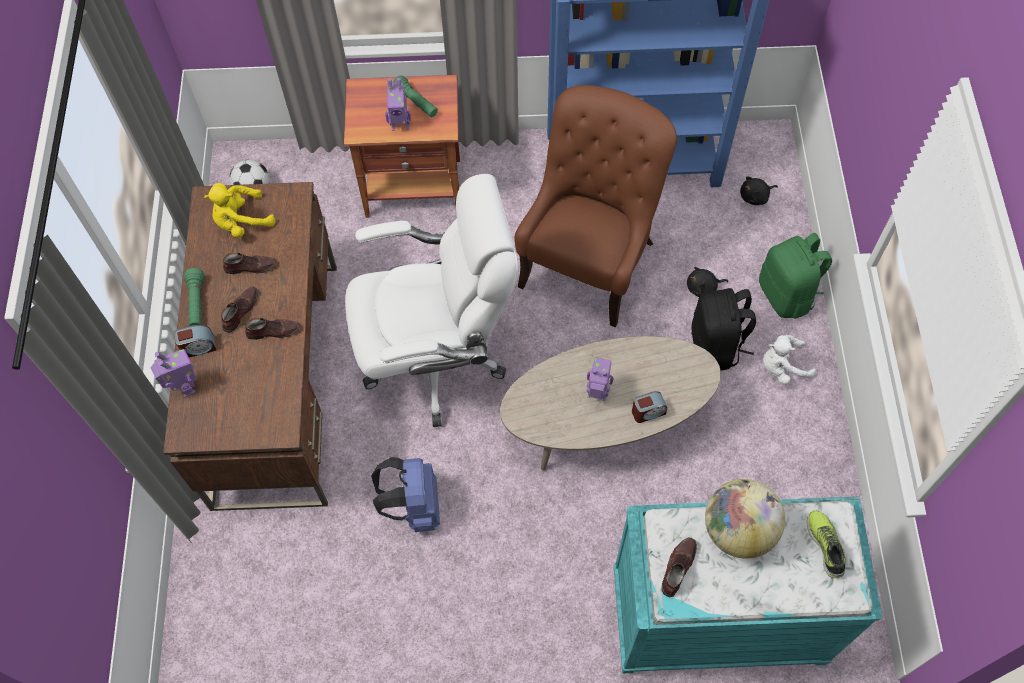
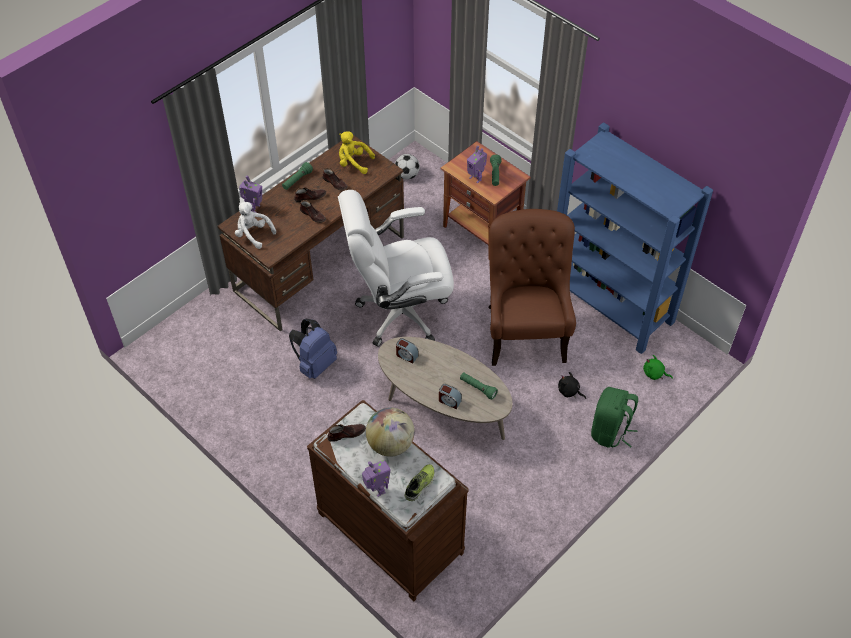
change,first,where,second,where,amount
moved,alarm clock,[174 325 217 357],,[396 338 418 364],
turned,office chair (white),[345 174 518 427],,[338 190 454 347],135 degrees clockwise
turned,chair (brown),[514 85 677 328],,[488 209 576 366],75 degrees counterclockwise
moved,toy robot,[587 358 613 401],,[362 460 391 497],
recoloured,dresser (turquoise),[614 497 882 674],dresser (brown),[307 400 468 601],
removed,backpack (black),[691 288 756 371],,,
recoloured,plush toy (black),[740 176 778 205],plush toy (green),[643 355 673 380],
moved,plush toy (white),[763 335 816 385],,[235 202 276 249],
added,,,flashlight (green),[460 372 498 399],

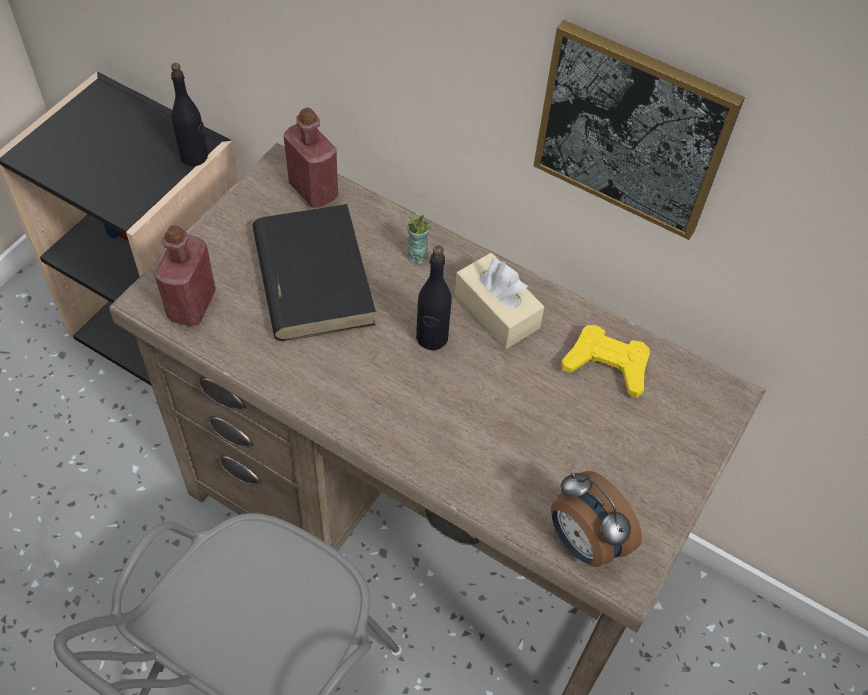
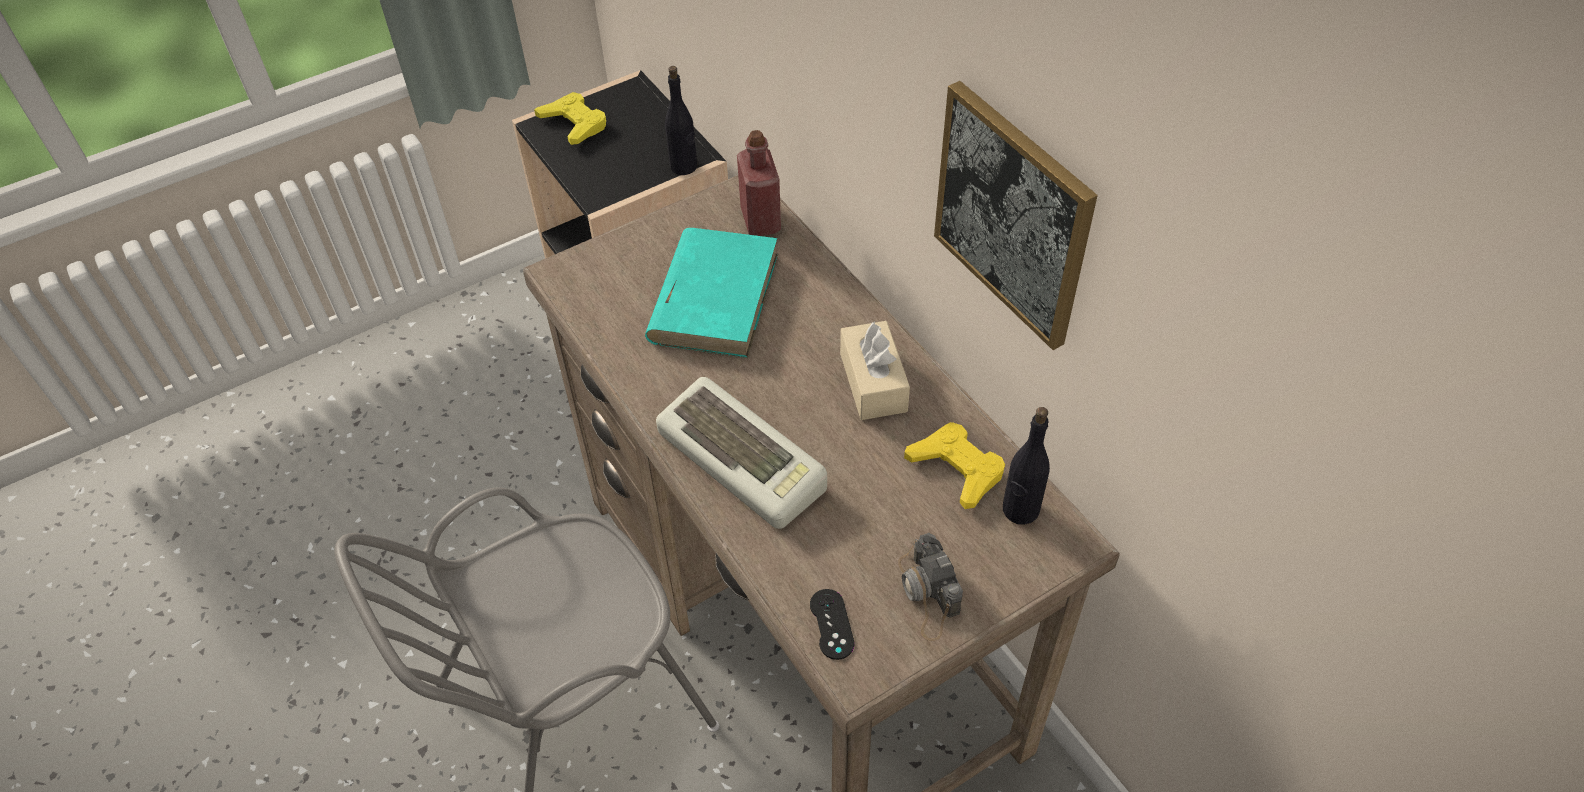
change,first,where,second,where,amount
removed,bottle (red),[154 225 216 326],,,
recoloured,book (black),[253 204 376 341],book (turquoise),[645 228 778 358],
removed,cup,[407 215 431 265],,,
moved,bottle (black),[416 246 452 350],,[1003 407 1050 525],
replaced,alarm clock,[551 471 642 567],game controller (black),[810 589 855 660],
added,,,game controller (yellow),[534 92 606 145],
added,,,keyboard,[656 377 827 529],
added,,,photo camera,[898 533 963 641],

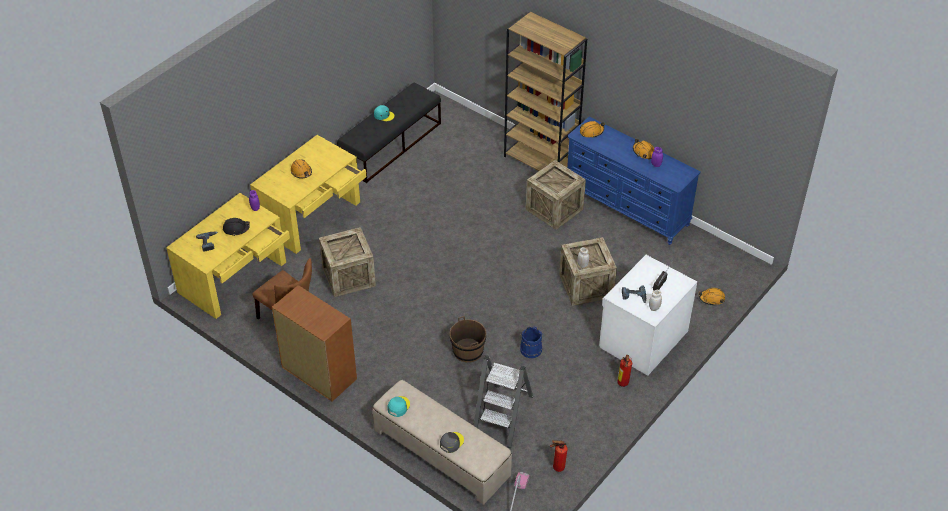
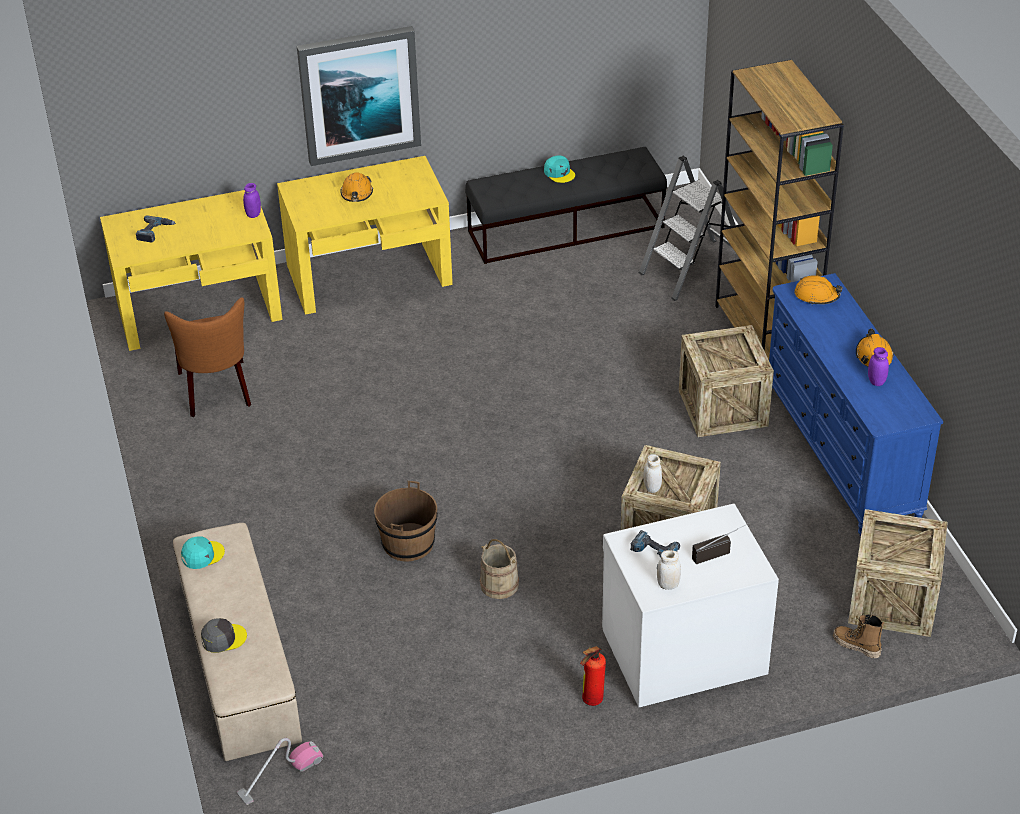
change,first,where,second,where,amount
removed,hard hat (black),[223 218 250 236],,,
removed,cabinet (brown),[272 285 357 401],,,
moved,crate,[319 227 376 297],,[848 509 948 637],
moved,step ladder (grey),[474 355 533 449],,[639 156 735 301],
recoloured,bucket (blue),[520 326 544 358],bucket (beige),[480 539 519 599],
removed,fire extinguisher,[550 440 568 472],,,
replaced,hard hat (orange),[699 288 725 305],boot,[833 615 884 658],
added,,,picture,[297 26 421 166],

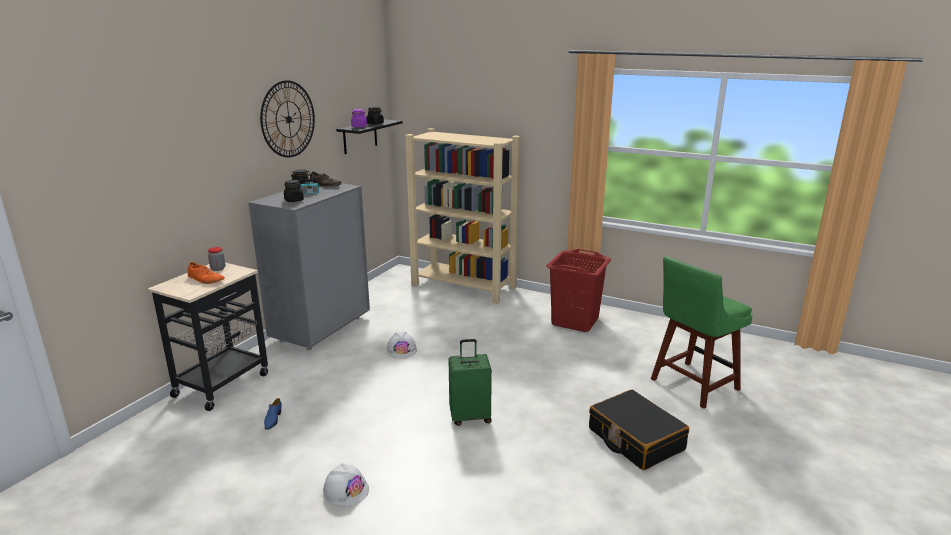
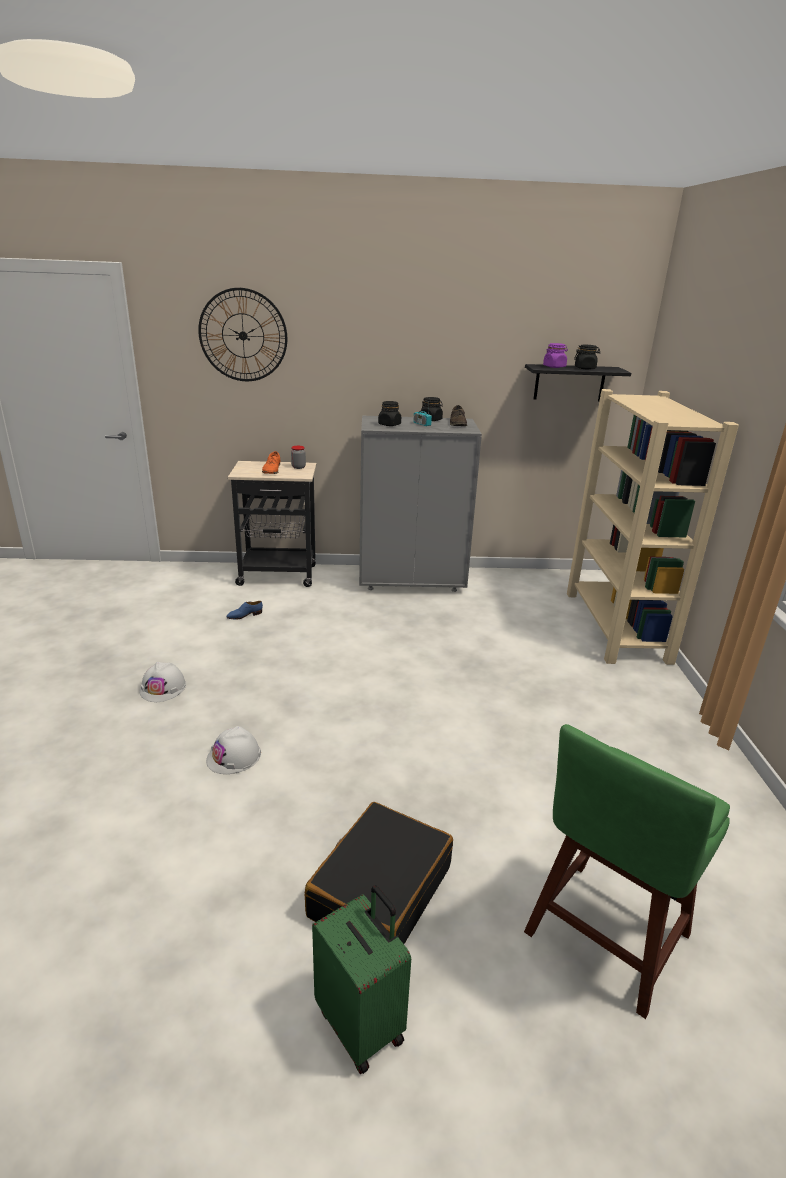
change,first,where,second,where,amount
moved,wall clock,[260 80 315 157],,[198 288 287 381],
moved,hard hat (white),[386 332 417 359],,[206 726 261 774],
moved,suitcase (green),[448 339 492 426],,[312 885 411 1074],
removed,laundry basket (red),[546 249 611 332],,,
turned,chair (green),[651 256 752 409],,[524 724 730 1019],75 degrees counterclockwise

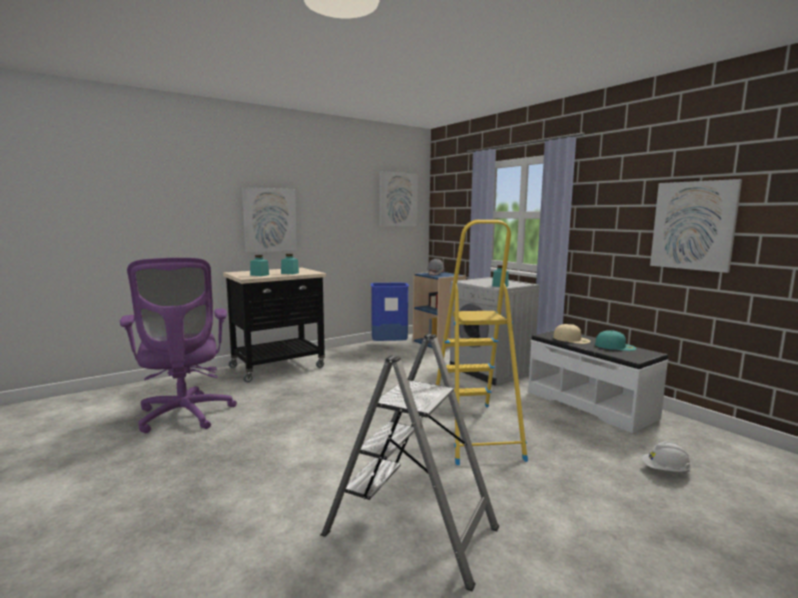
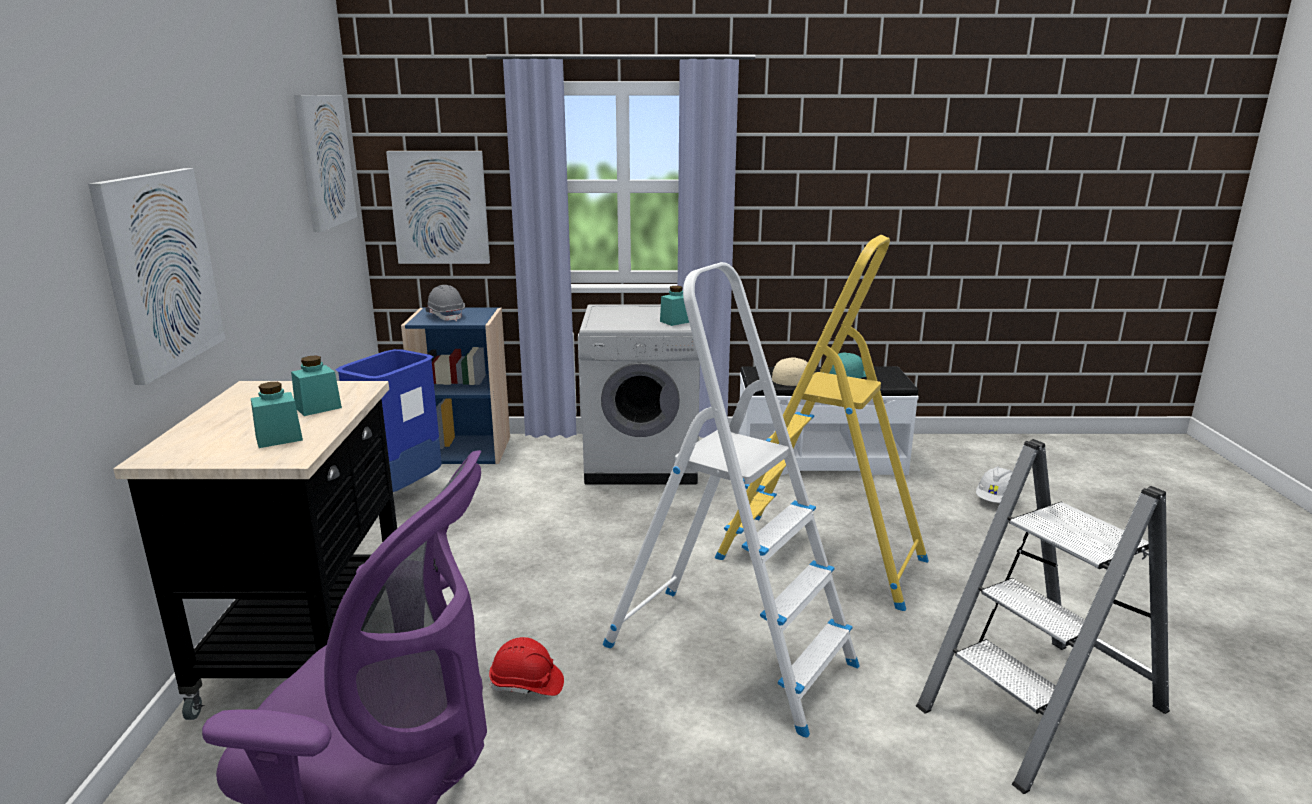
change,first,where,second,where,amount
moved,picture,[650 179 742 273],,[386 151 490 264],
added,,,hard hat (red),[489 637 564 696],
added,,,step ladder (white),[603 262 859 737],

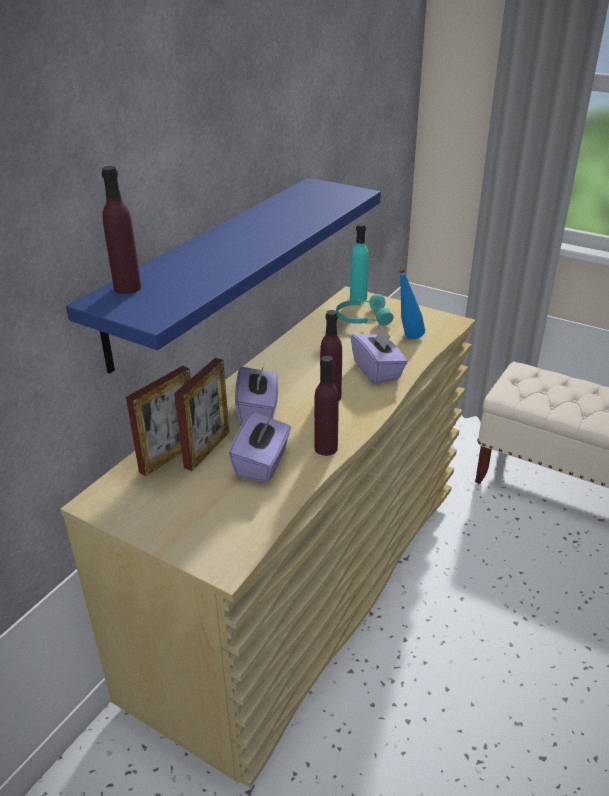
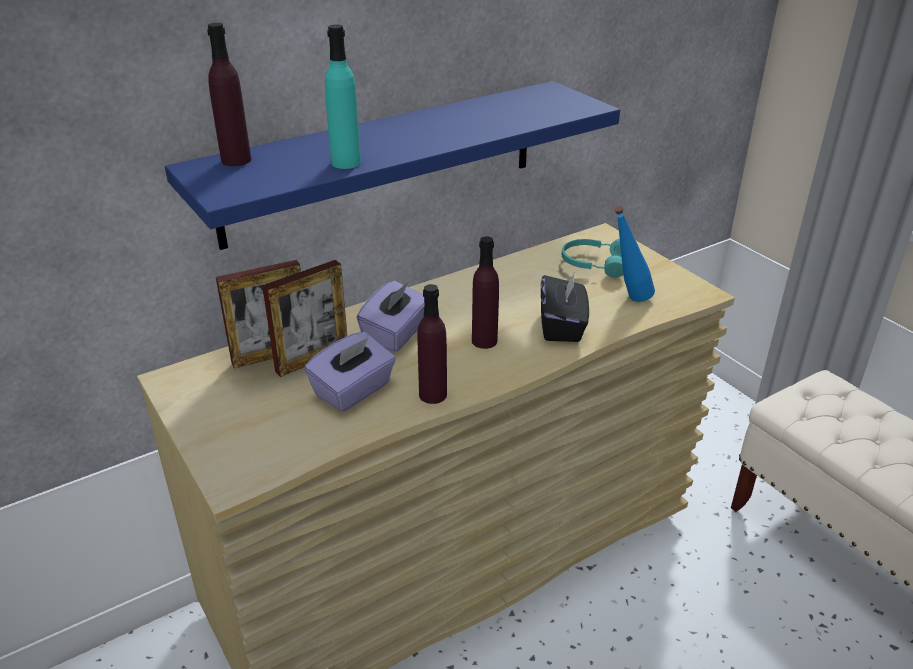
change,first,where,second,where,amount
moved,bottle (turquoise),[350 223 369 302],,[325 24 361 169],
recoloured,tissue box (purple),[351 325 407 384],tissue box (black),[541 271 589 342],

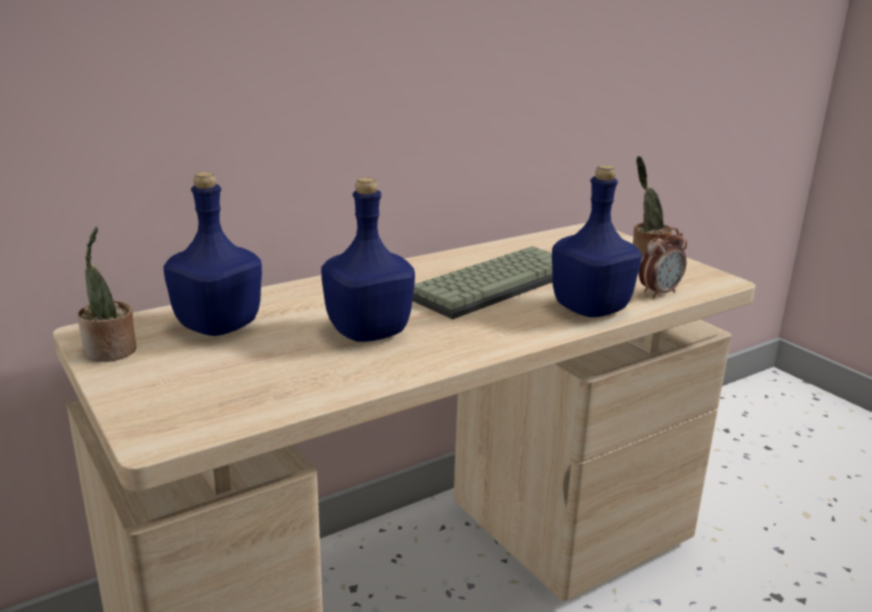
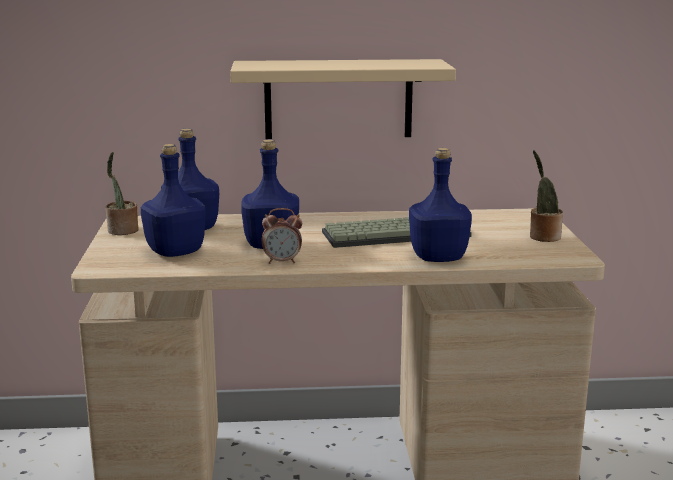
change,first,where,second,where,amount
moved,alarm clock,[639 227 687 298],,[261 208 302 264],
added,,,bottle (blue),[141 144 206 257],
added,,,shelf (beige),[230 59 456 139],

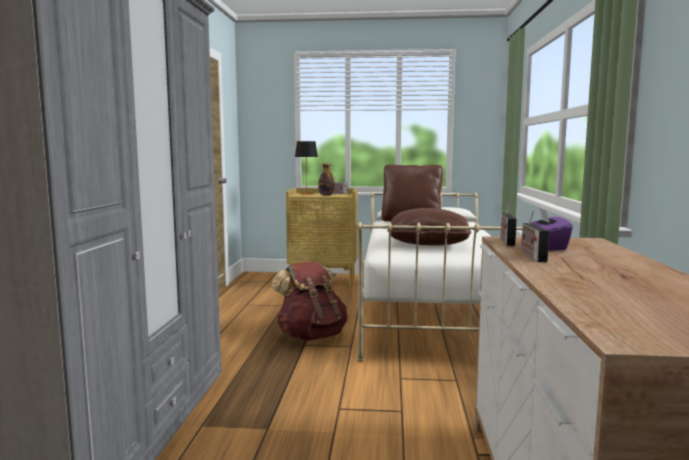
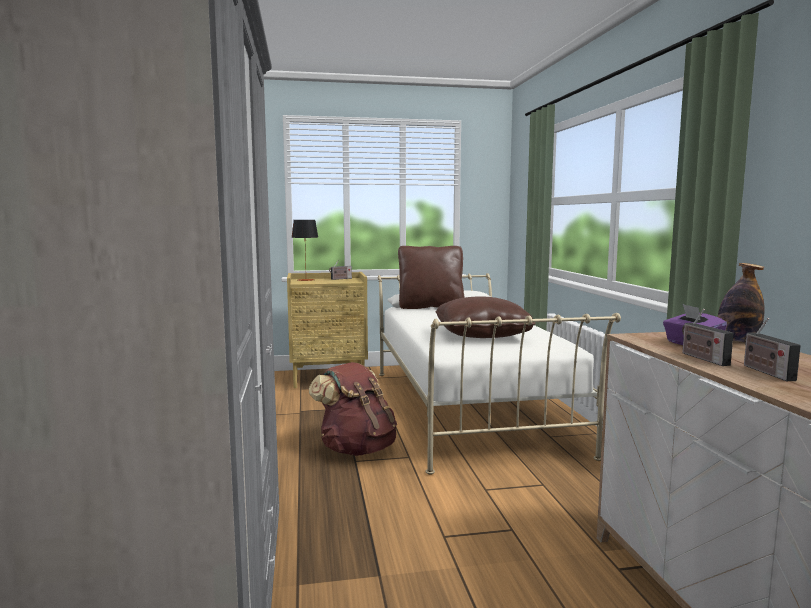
change,first,where,second,where,amount
moved,bottle,[318 163 335 196],,[718 263 765 342],
moved,radio,[501 201 517 246],,[744 318 801 381],

